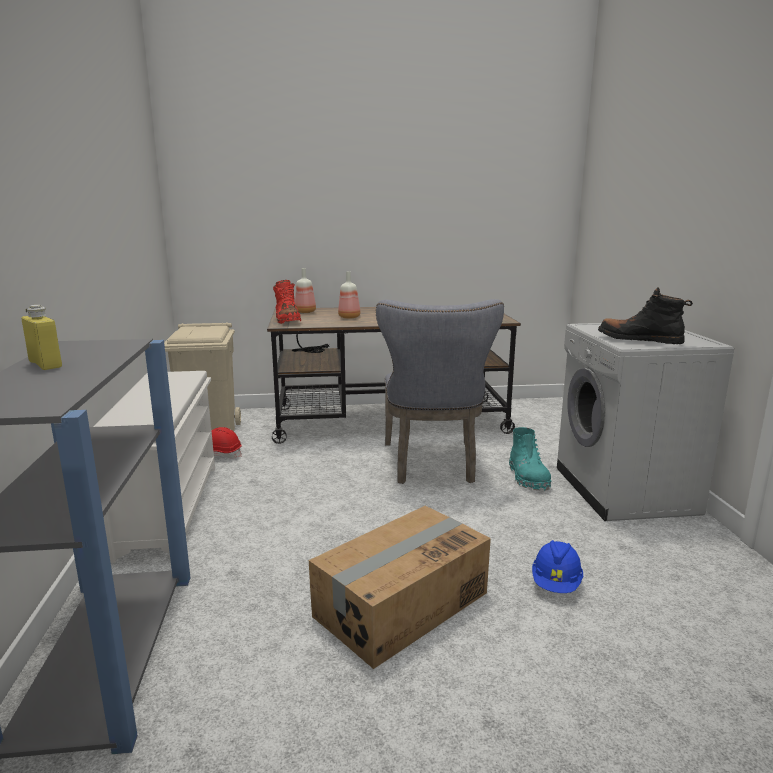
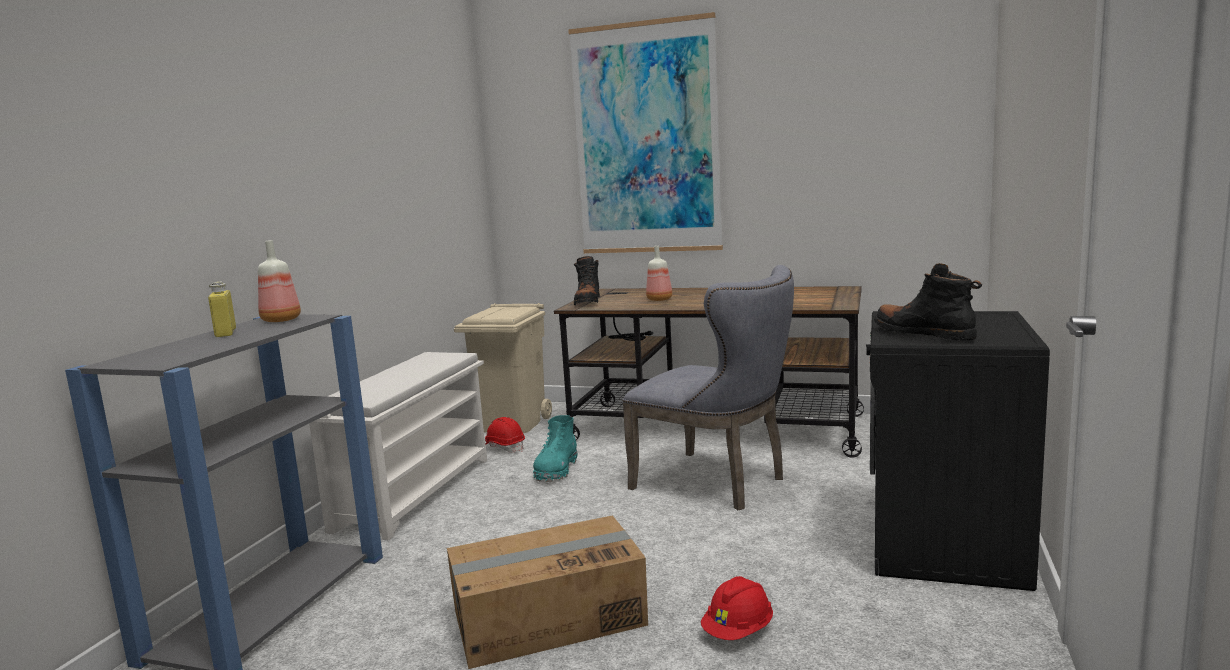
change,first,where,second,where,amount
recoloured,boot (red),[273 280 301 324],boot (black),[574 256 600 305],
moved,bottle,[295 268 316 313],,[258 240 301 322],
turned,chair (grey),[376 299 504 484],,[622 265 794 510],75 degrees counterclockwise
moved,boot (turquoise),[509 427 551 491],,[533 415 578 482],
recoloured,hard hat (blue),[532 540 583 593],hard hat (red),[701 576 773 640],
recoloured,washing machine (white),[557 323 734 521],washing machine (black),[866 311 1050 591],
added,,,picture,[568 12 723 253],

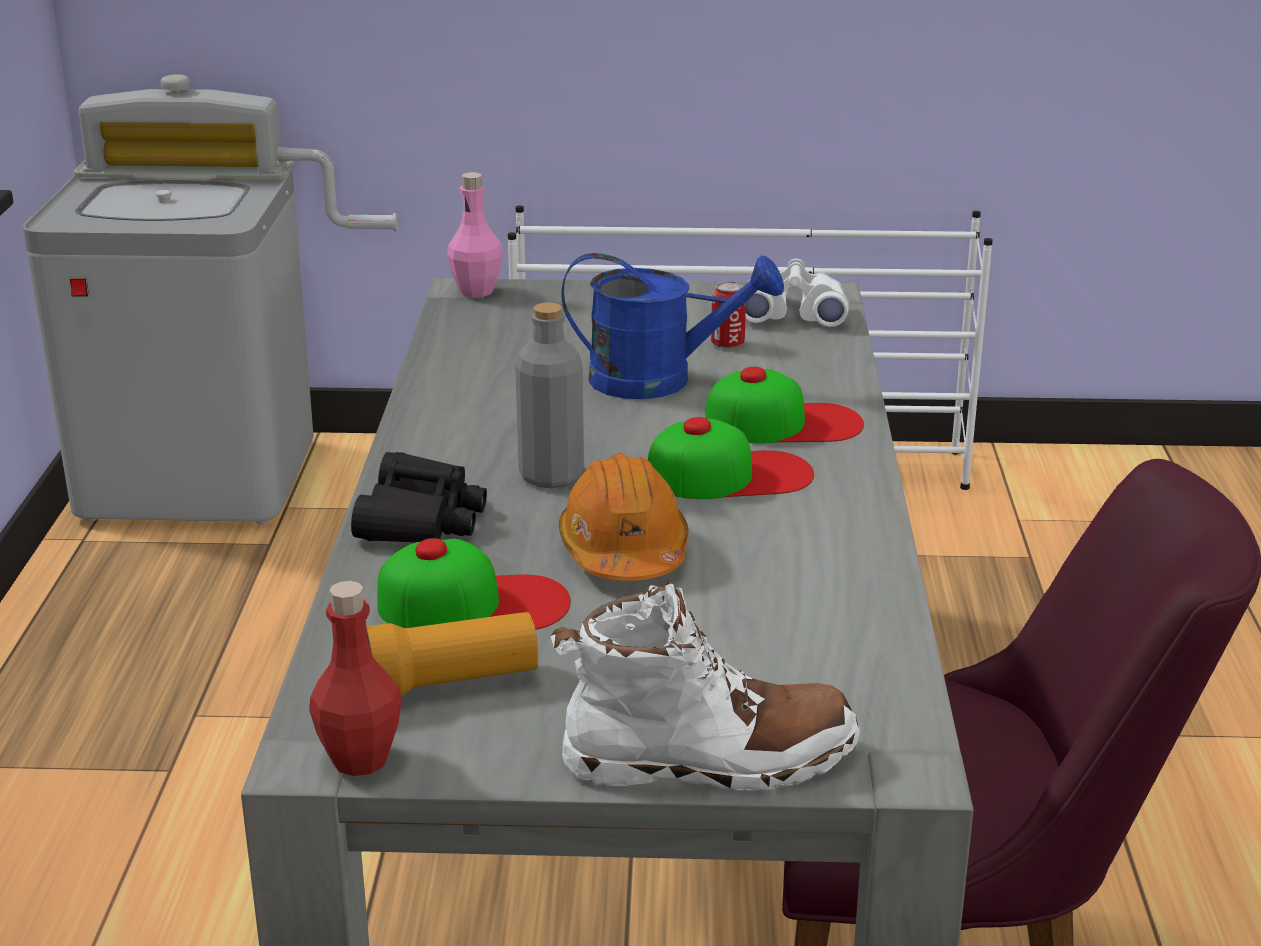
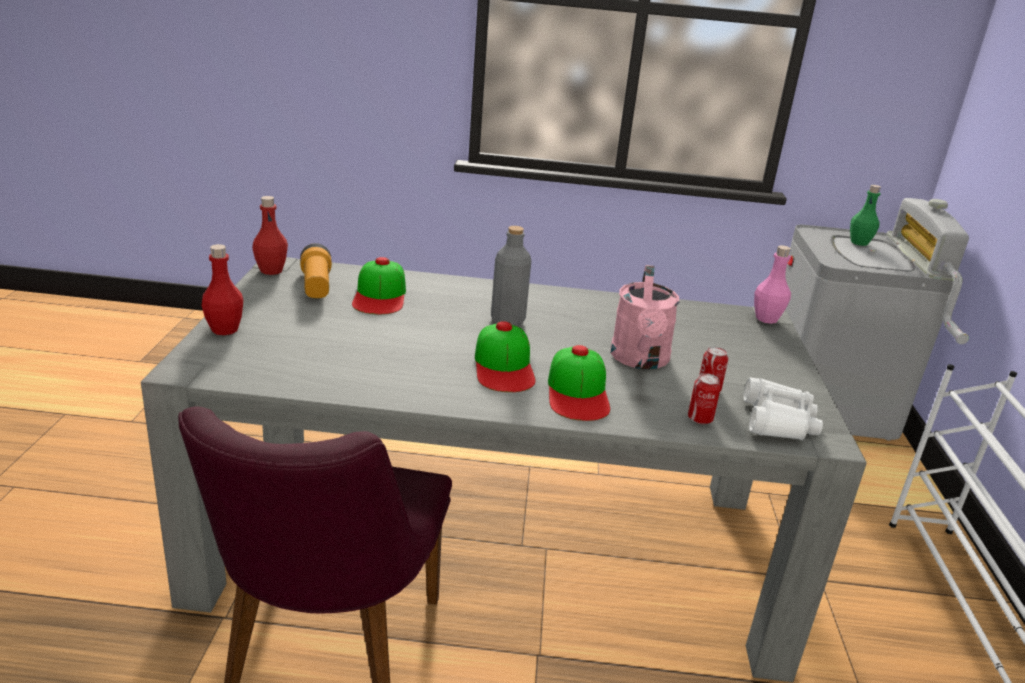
change,first,where,second,where,amount
removed,binoculars (black),[351 452 487 542],,,
replaced,boot (white),[550 581 860 791],bottle (red),[202 244 243 335],
removed,hard hat (orange),[559 454 689 581],,,
recoloured,watering can (blue),[561 253 784 399],watering can (pink),[611 265 679 369],
added,,,can,[688 373 721 424],
added,,,bottle (green),[850 185 881 246],

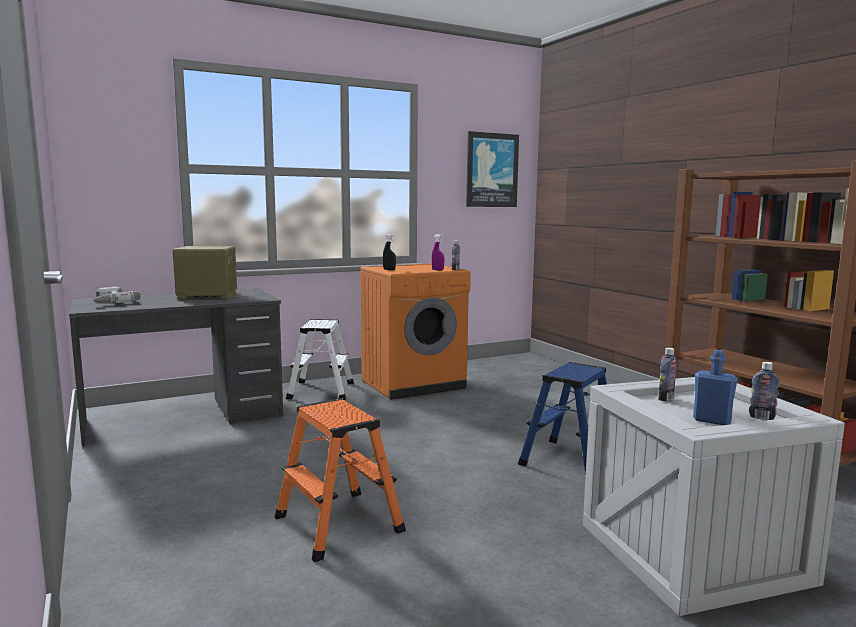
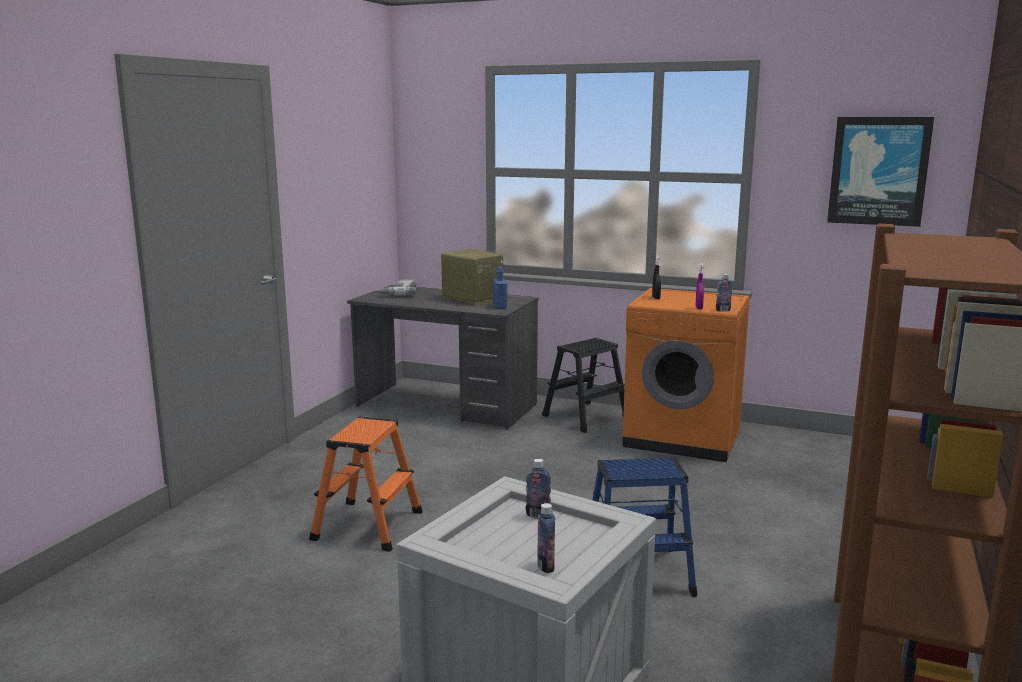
change,first,where,second,where,amount
recoloured,step ladder (white),[286 319 354 400],step ladder (black),[542 338 625 433],
moved,bottle (blue),[693 350 738 425],,[493 267 507 309],

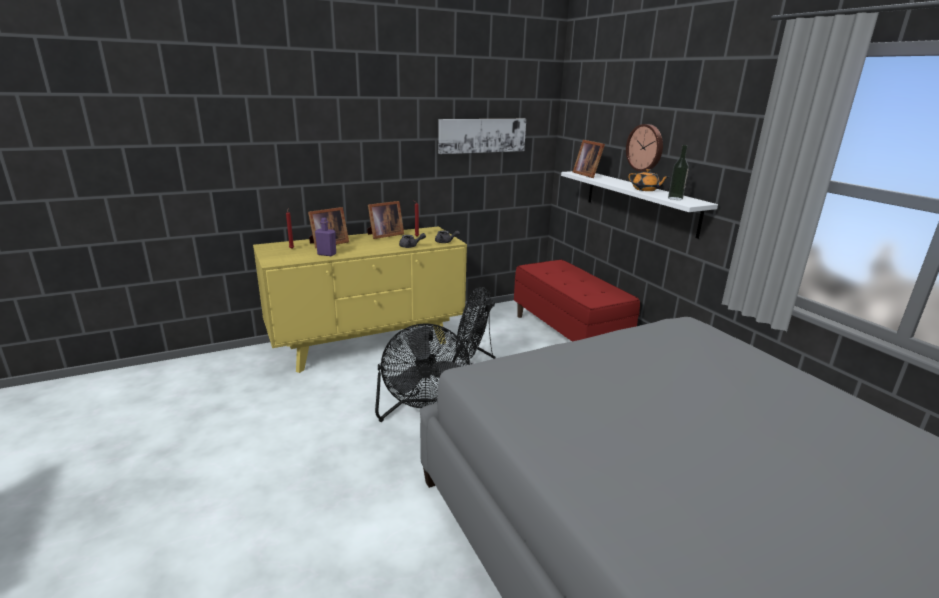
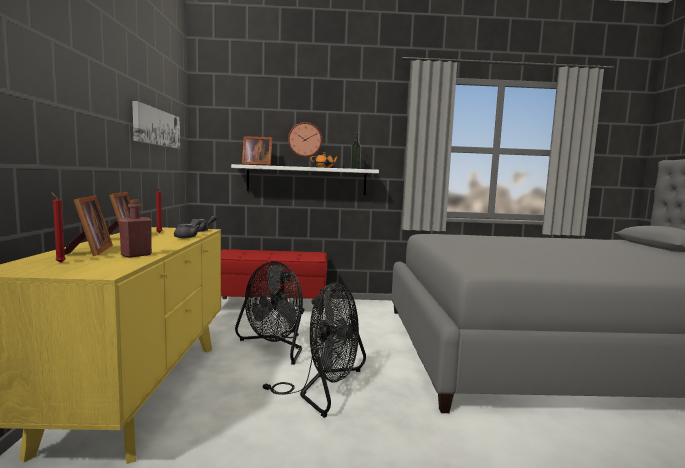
change,first,where,second,where,amount
recoloured,bottle (purple),[315 218 336 256],bottle (red),[119 199 152 258],

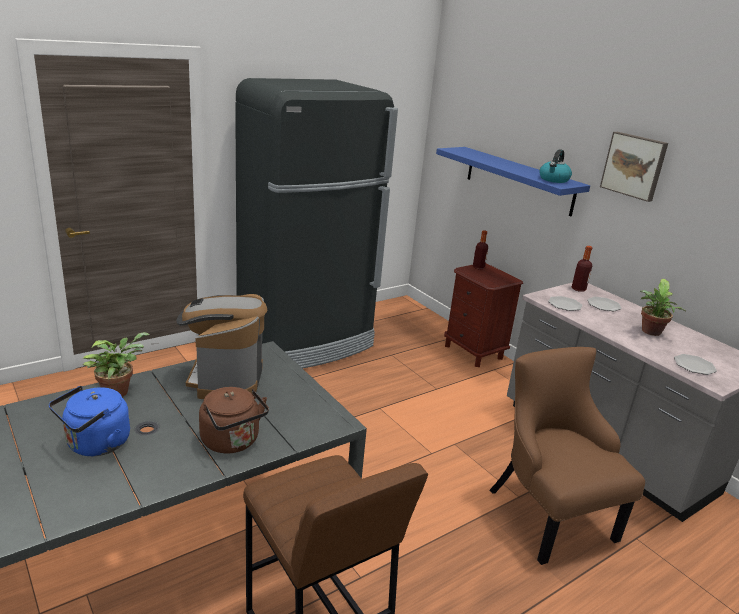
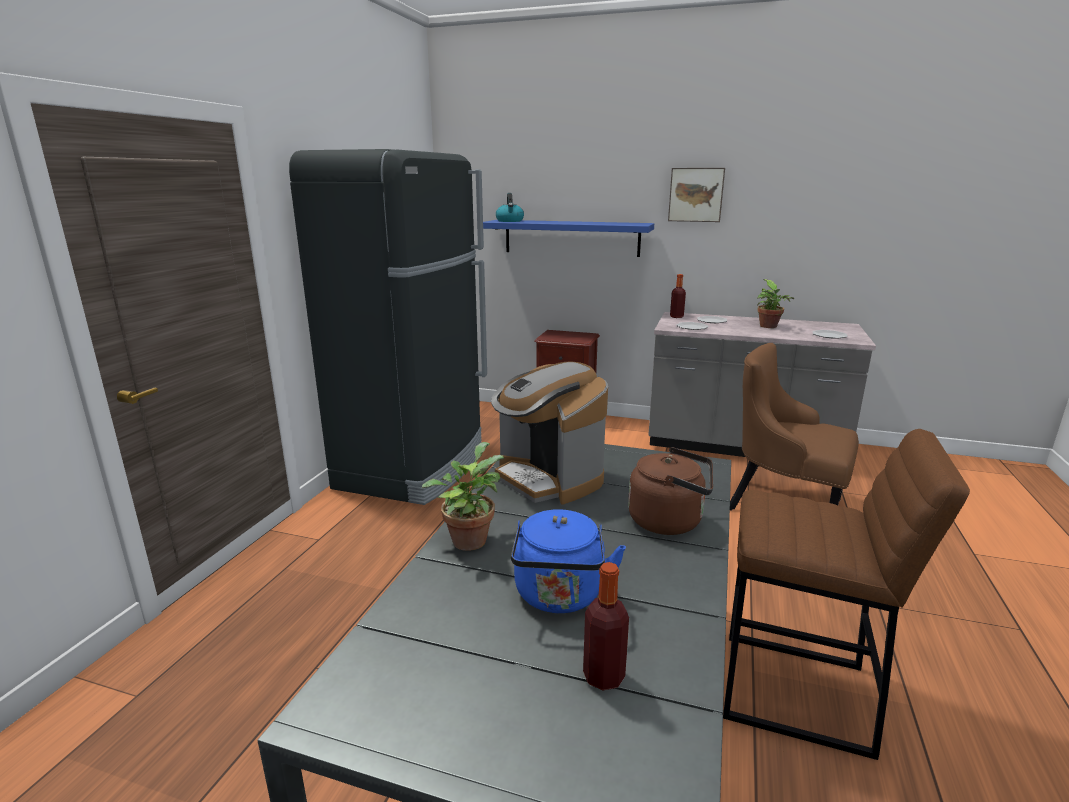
change,first,where,second,where,amount
moved,bottle,[473 230 488 270],,[583 562 629 690],
moved,kettle,[539 149 572 183],,[496 193 524 222],

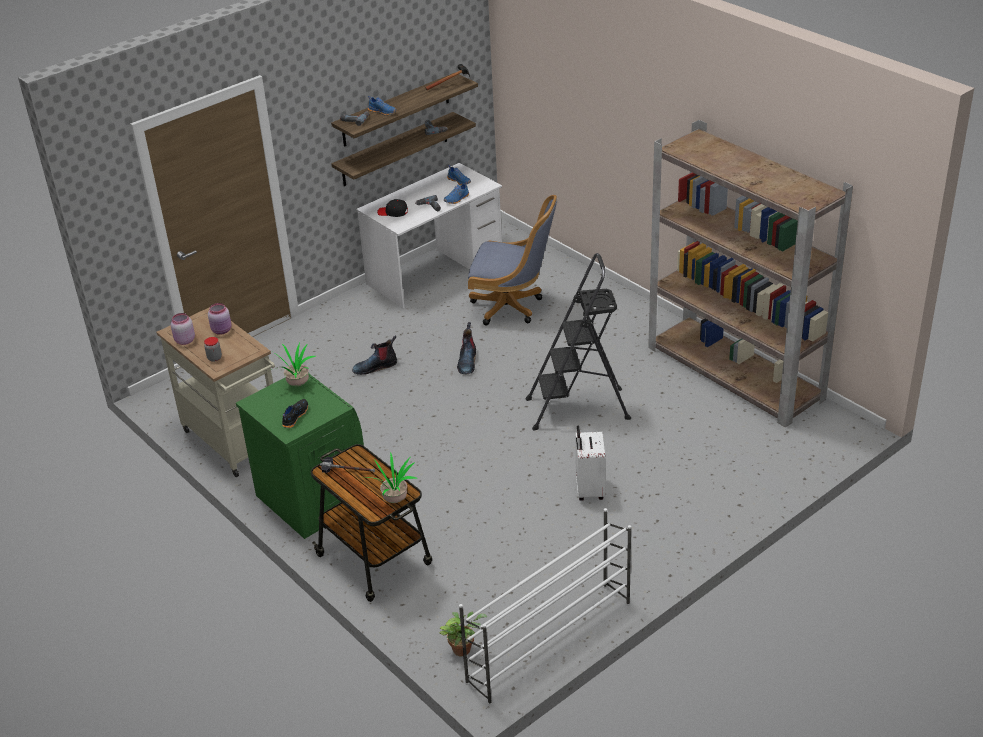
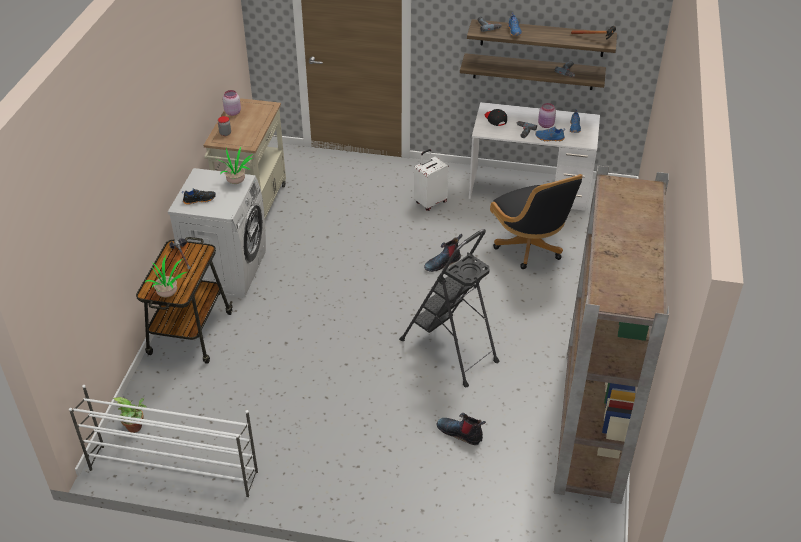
change,first,where,second,where,amount
moved,jar (pink),[208 303 232 335],,[538 103 556 128],
recoloured,washing machine (green),[236 373 364 539],washing machine (white),[168 168 266 298],
moved,boot,[352 335 397 375],,[436 413 486 445],
recoloured,office chair (blue),[468 195 557 326],office chair (black),[490 174 582 269],
moved,suitcase (white),[575 426 605 501],,[414 149 449 211],

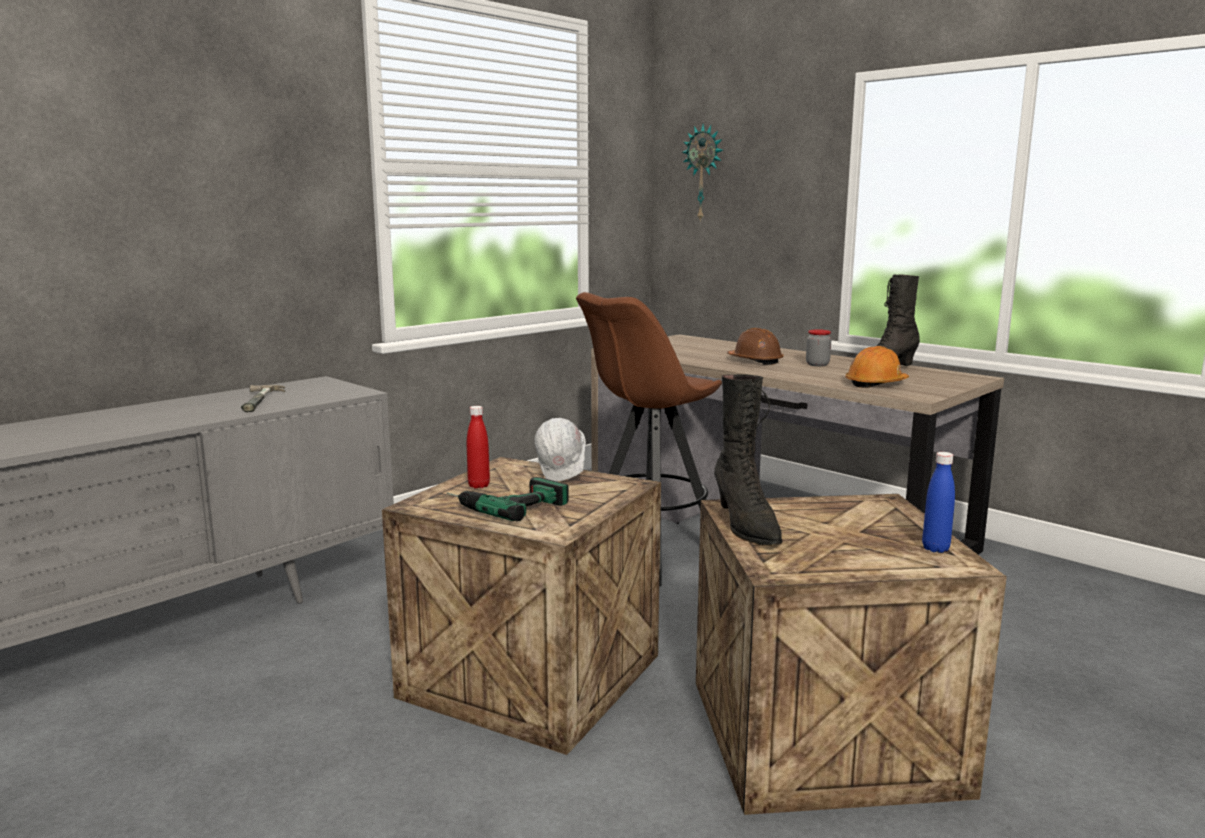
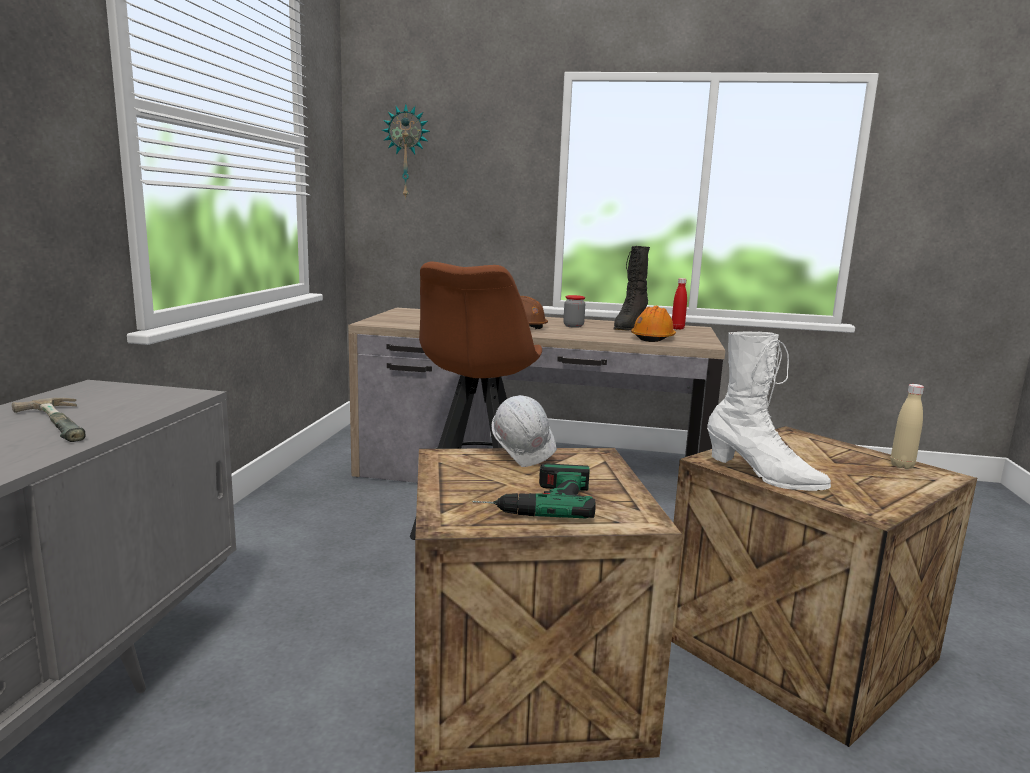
change,first,where,second,where,amount
moved,bottle (red),[467 406 490 489],,[672 278 687 330],
recoloured,boot (black),[714 374 782 546],boot (white),[707 331 831 491],
recoloured,bottle (blue),[922 452 955 553],bottle (beige),[890 384 924 469],

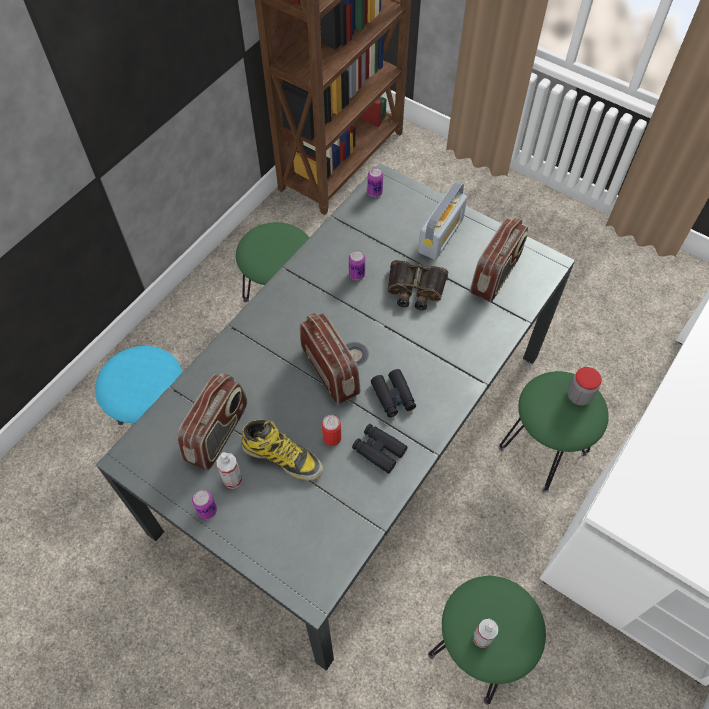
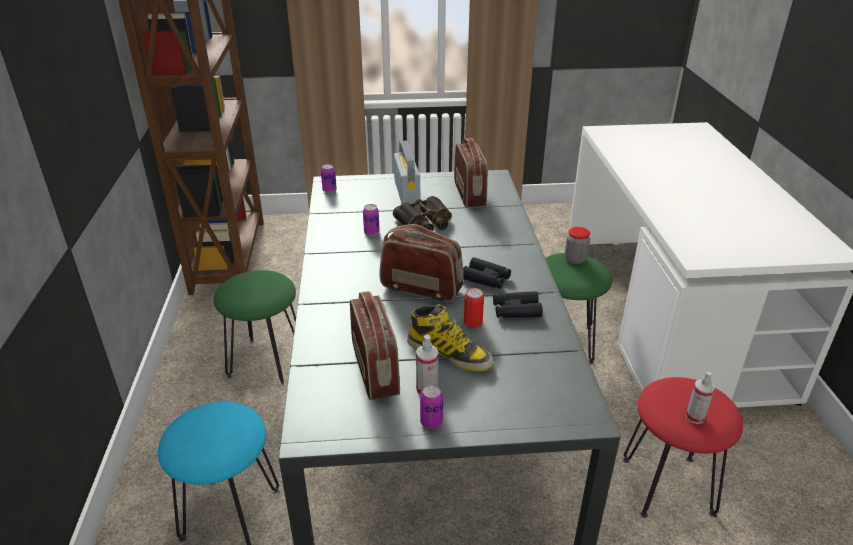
change,first,where,second,where,amount
turned,boot,[241 420 323 480],,[407 304 494 372],45 degrees clockwise
recoloured,stool (green),[428 576 546 705],stool (red),[623 377 743 518],

